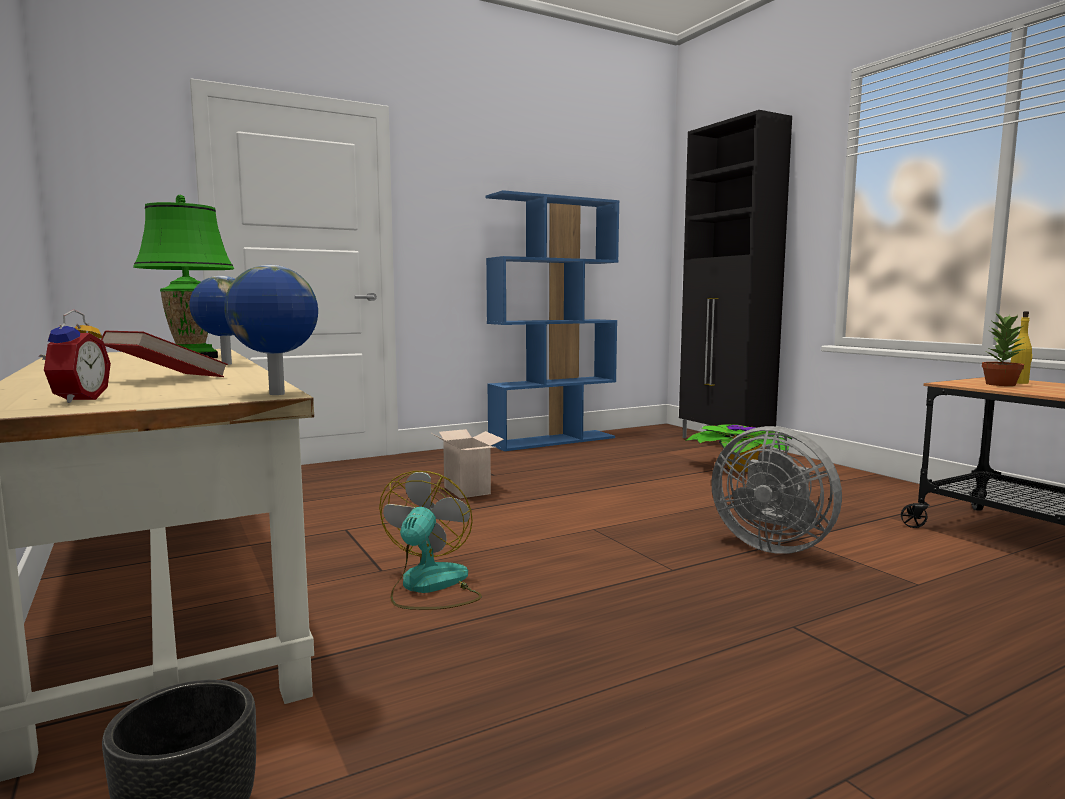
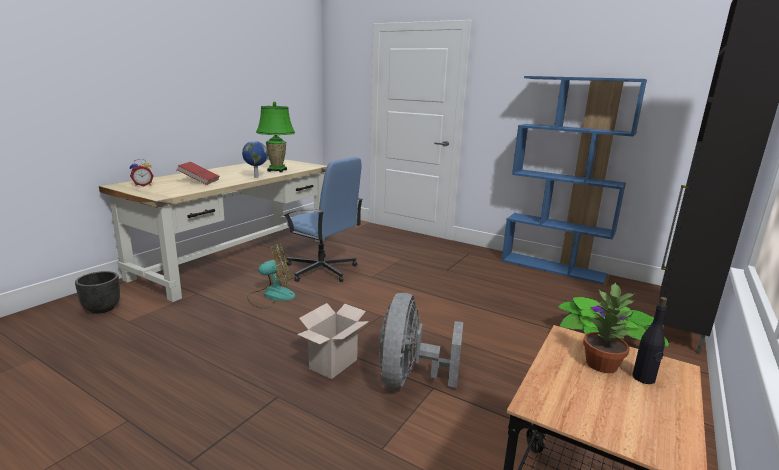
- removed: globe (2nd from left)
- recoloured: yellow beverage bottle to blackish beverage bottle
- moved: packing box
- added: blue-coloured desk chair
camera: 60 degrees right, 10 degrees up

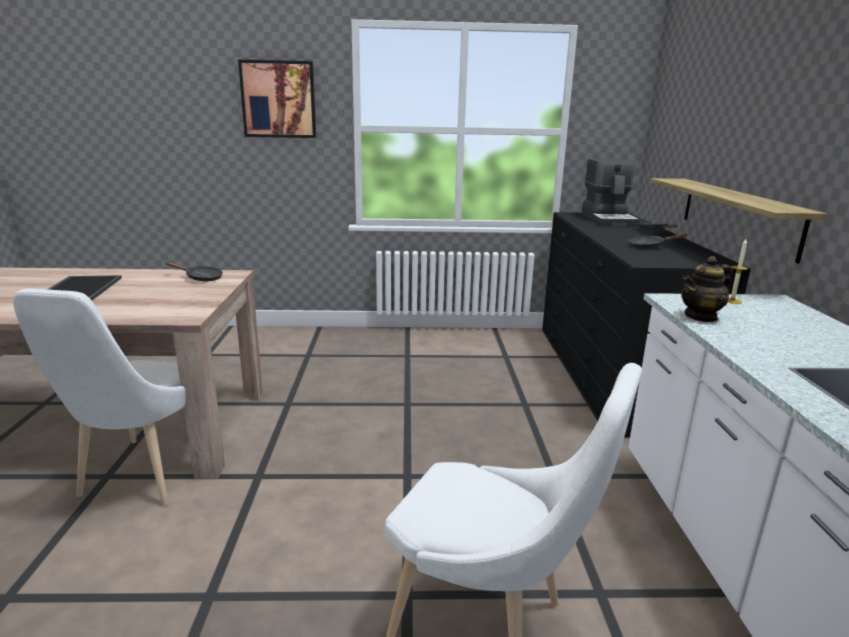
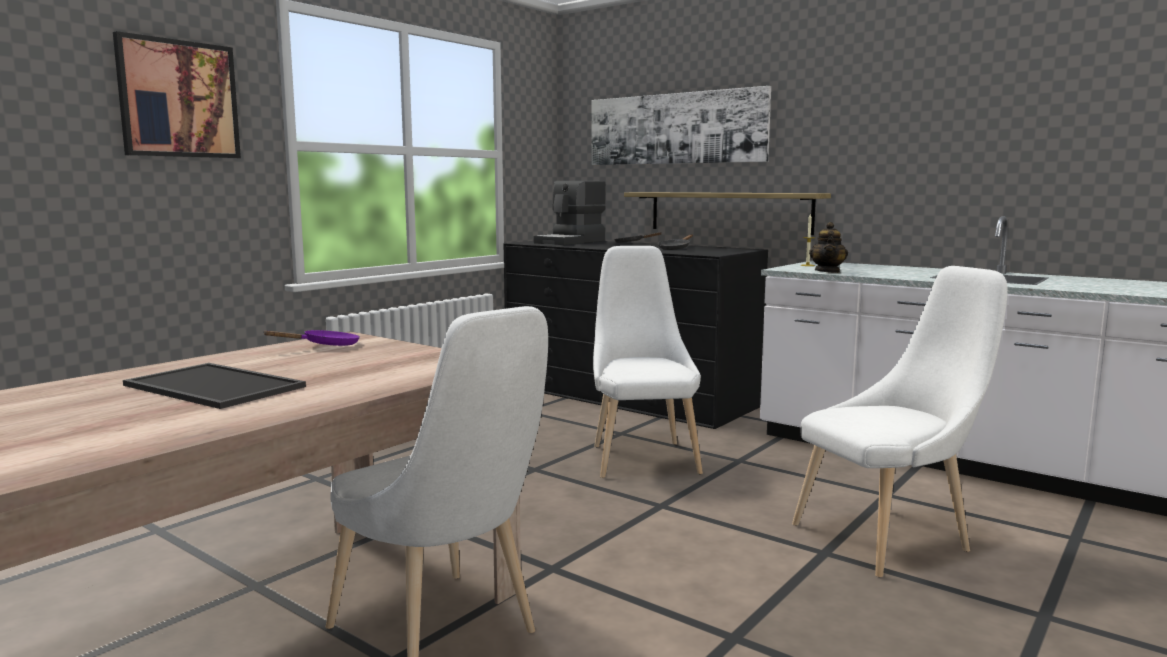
- turned: coffee maker 90 degrees clockwise
- recoloured: blackish pan (1st from left) to purplish pan
- added: picture (2nd from left)
- added: white chair (2nd from left)
camera: 50 degrees left, 10 degrees down

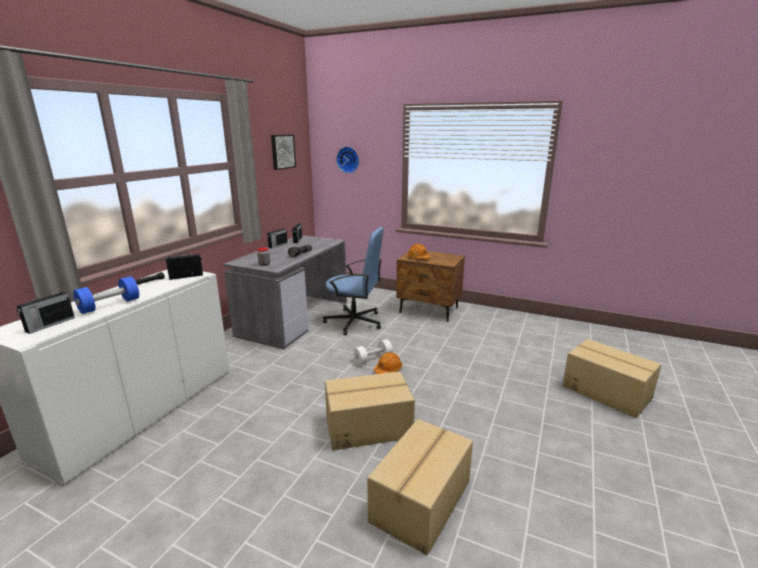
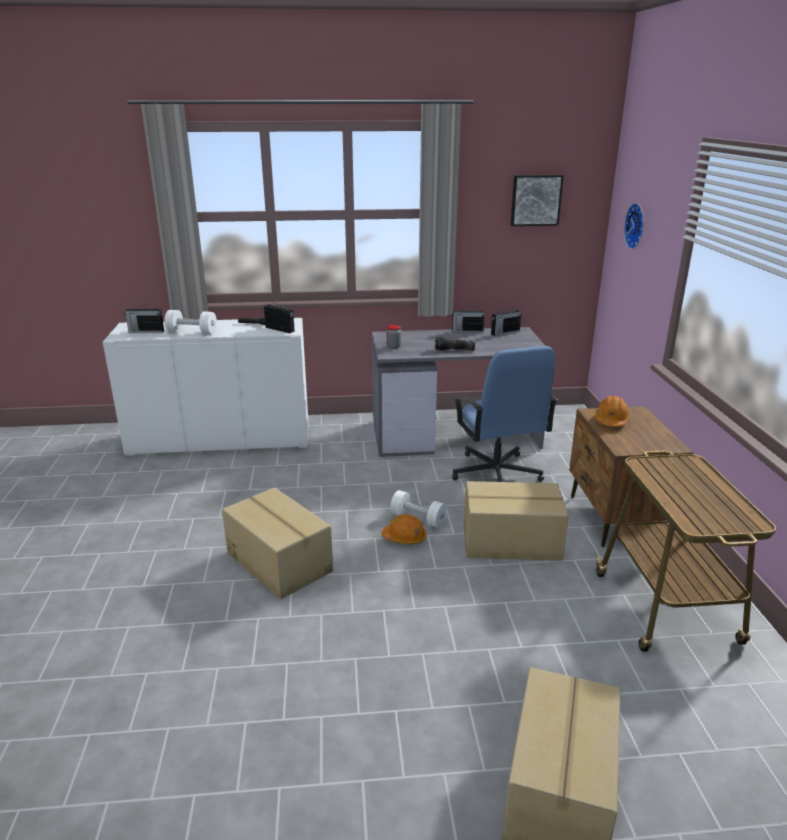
- recoloured: blue-coloured hand weight to white hand weight (1st from left)
- moved: packing box (2nd from left)
- added: cart
camera: 60 degrees right, 5 degrees up

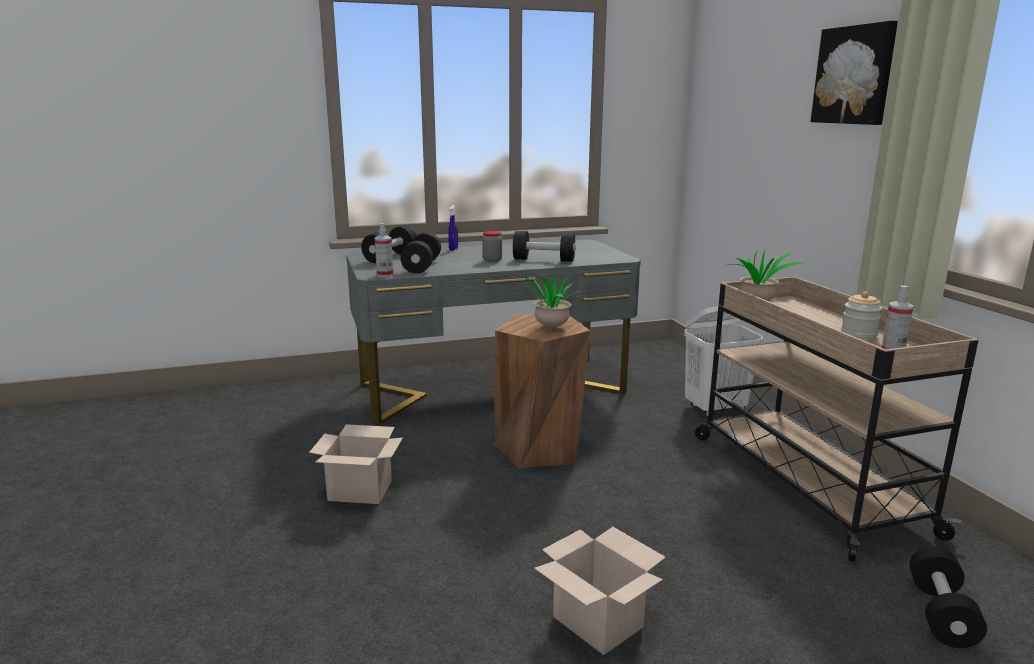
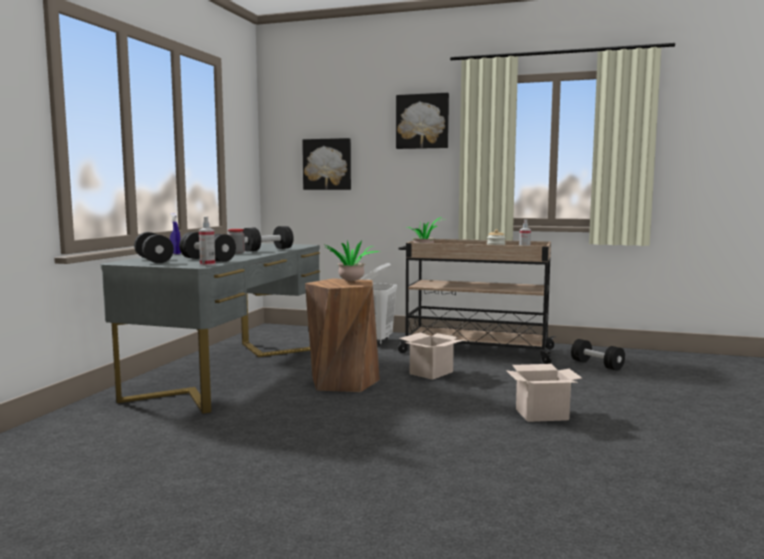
- moved: packing box (1st from left)
- added: picture (1st from left)
camera: 55 degrees left, 10 degrees down

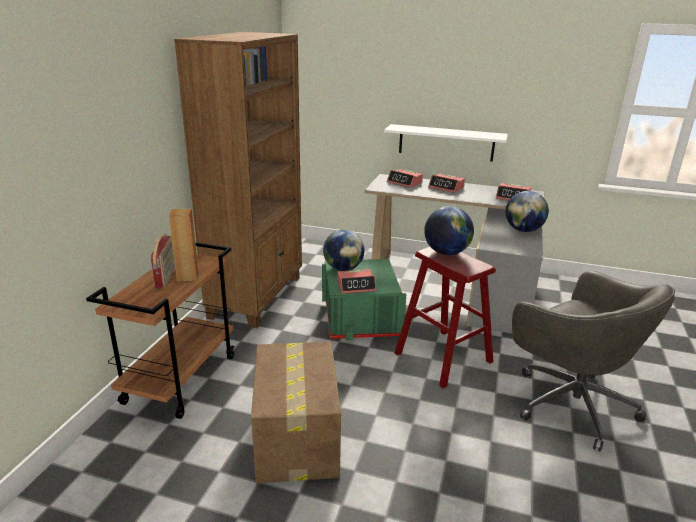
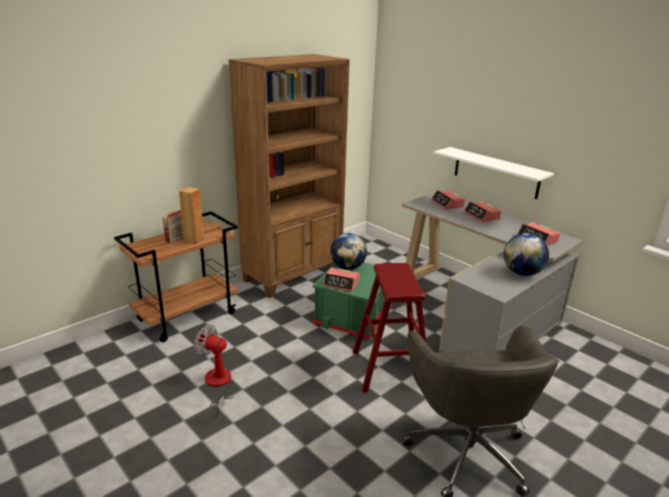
- removed: globe (2nd from left)
- replaced: packing box to cooling fan
camera: 30 degrees right, 0 degrees up

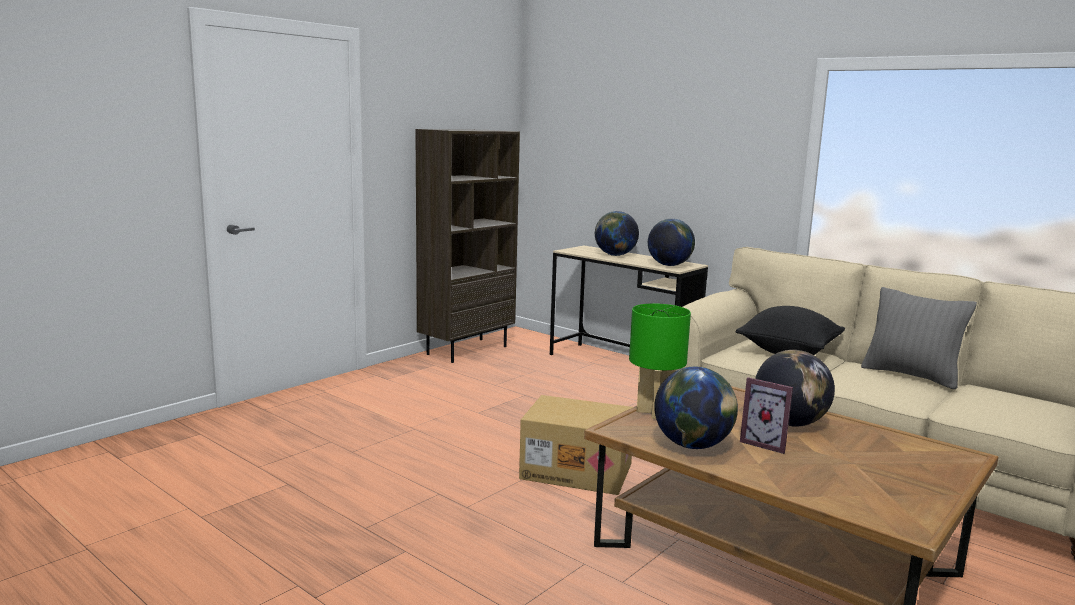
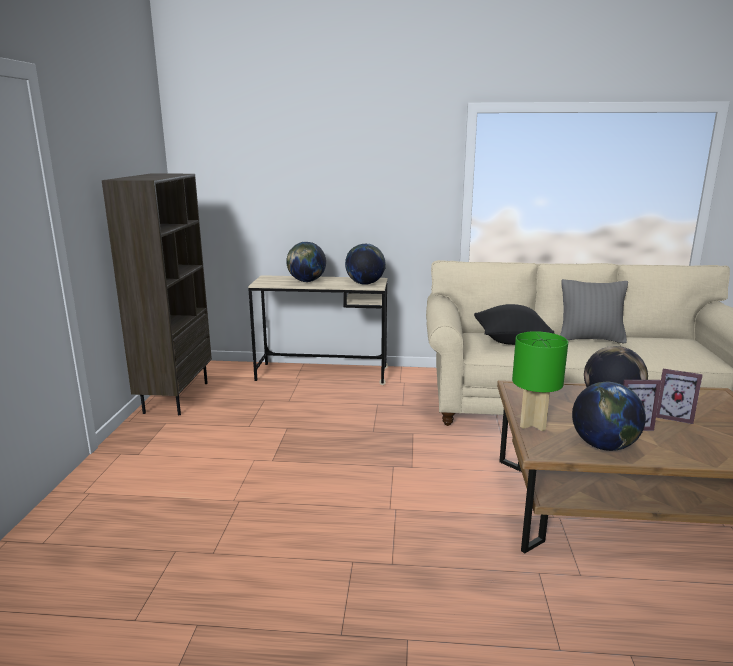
- removed: packing box
- added: picture frame (2nd from left)
camera: 35 degrees left, 5 degrees up

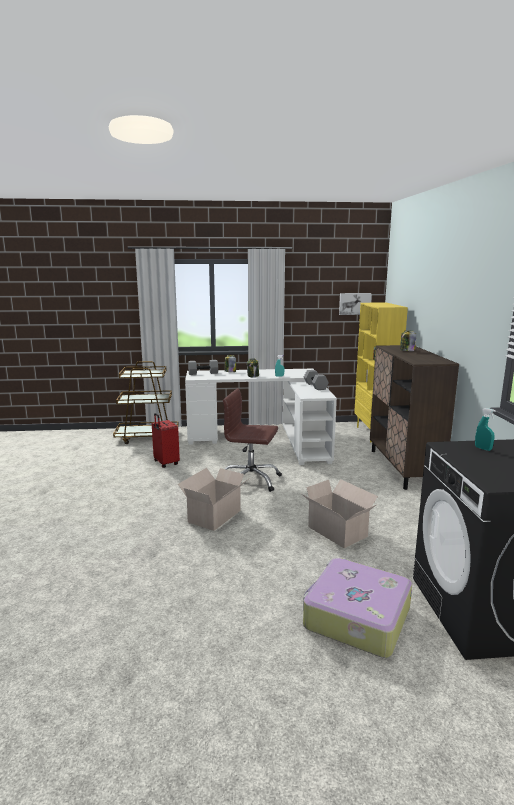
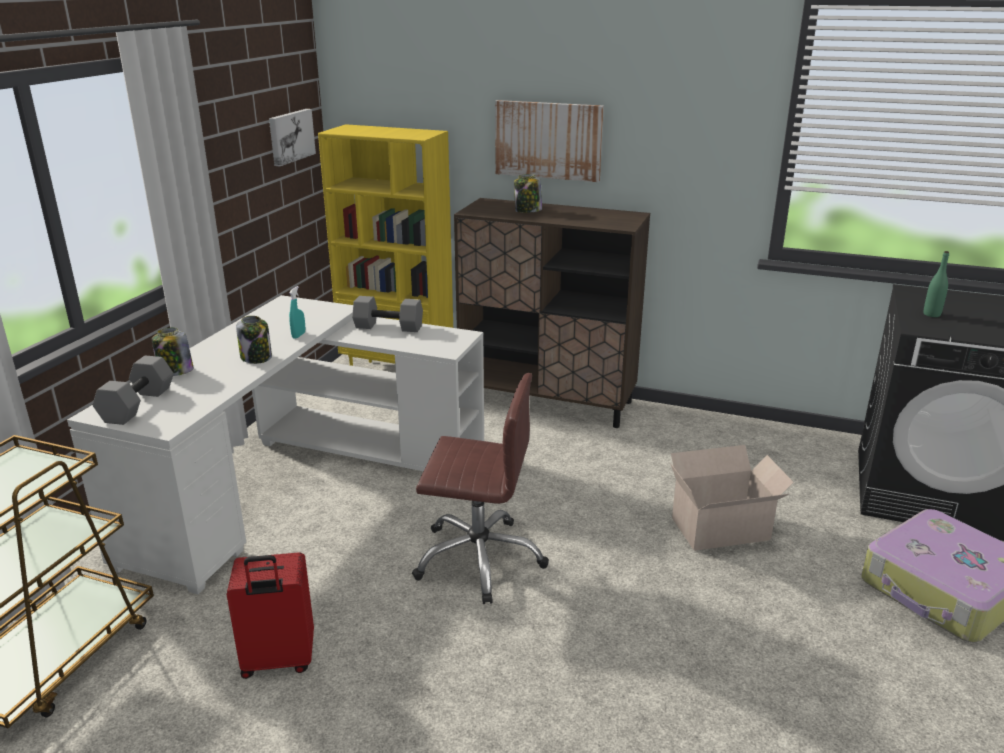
- turned: brownish desk chair 120 degrees counterclockwise
- replaced: turquoise spray bottle (2nd from left) to green beverage bottle
- removed: packing box (1st from left)
- added: picture (2nd from left)
camera: 65 degrees left, 10 degrees up

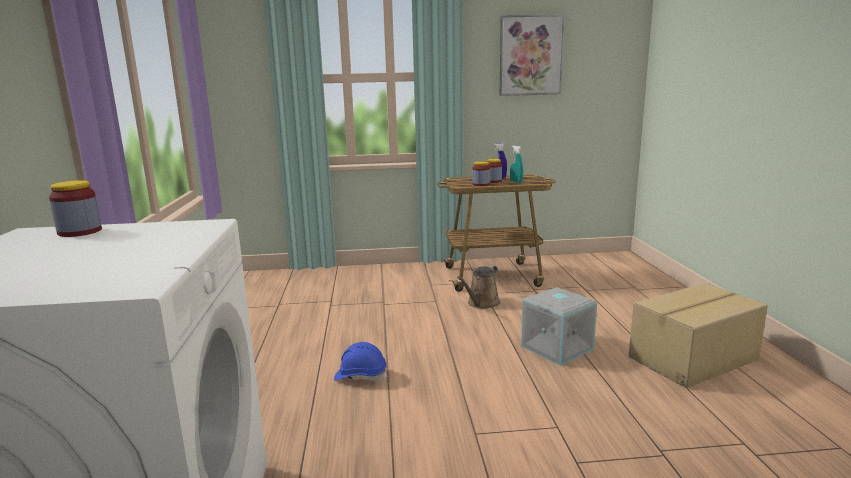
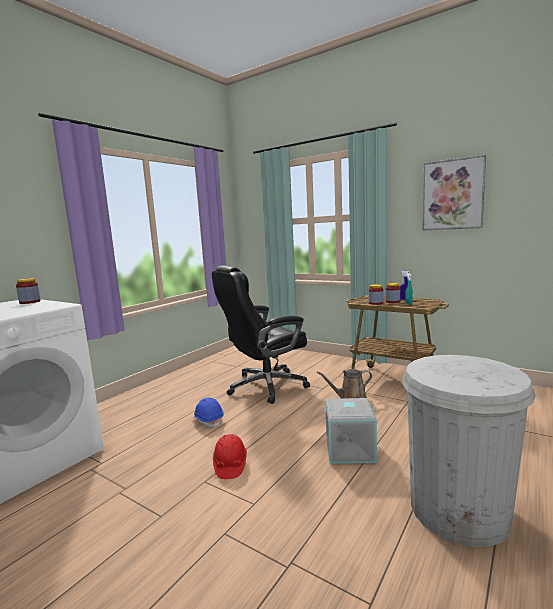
- replaced: packing box to white rubbish bin
- added: blackish desk chair
- added: reddish work helmet
camera: 40 degrees right, 5 degrees down

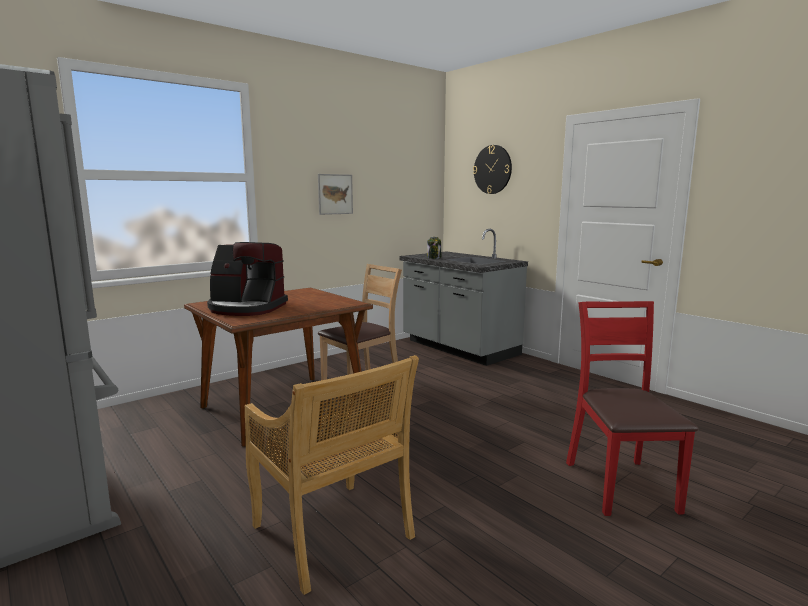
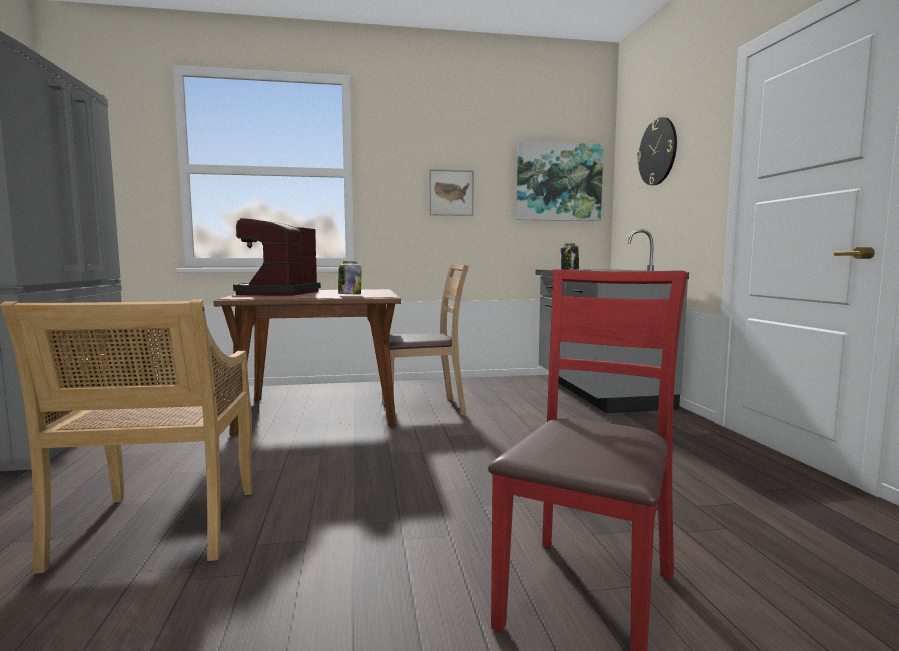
- turned: coffee maker 60 degrees clockwise
- added: picture (2nd from left)
- added: storage jar (1st from left)
camera: 30 degrees right, 5 degrees down

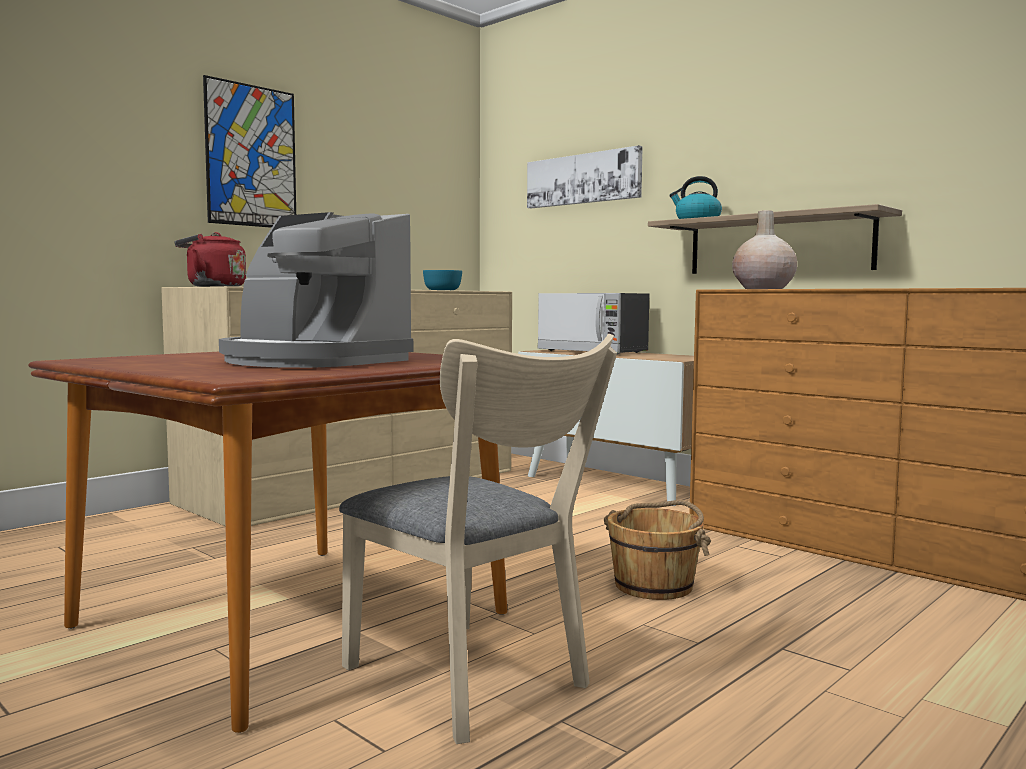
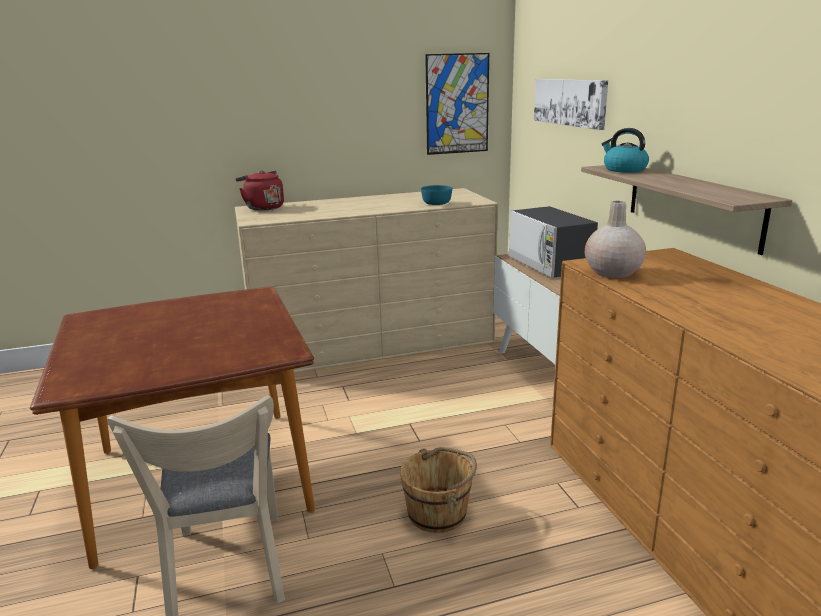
- moved: picture (1st from left)
- removed: coffee maker
camera: 30 degrees right, 15 degrees up

